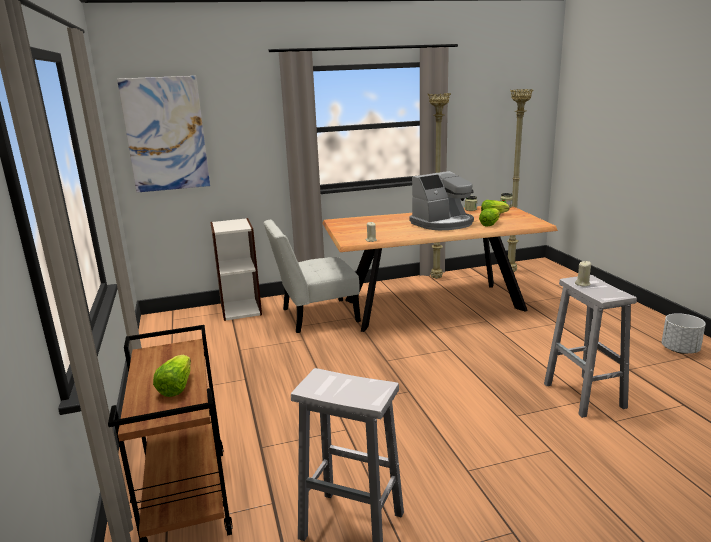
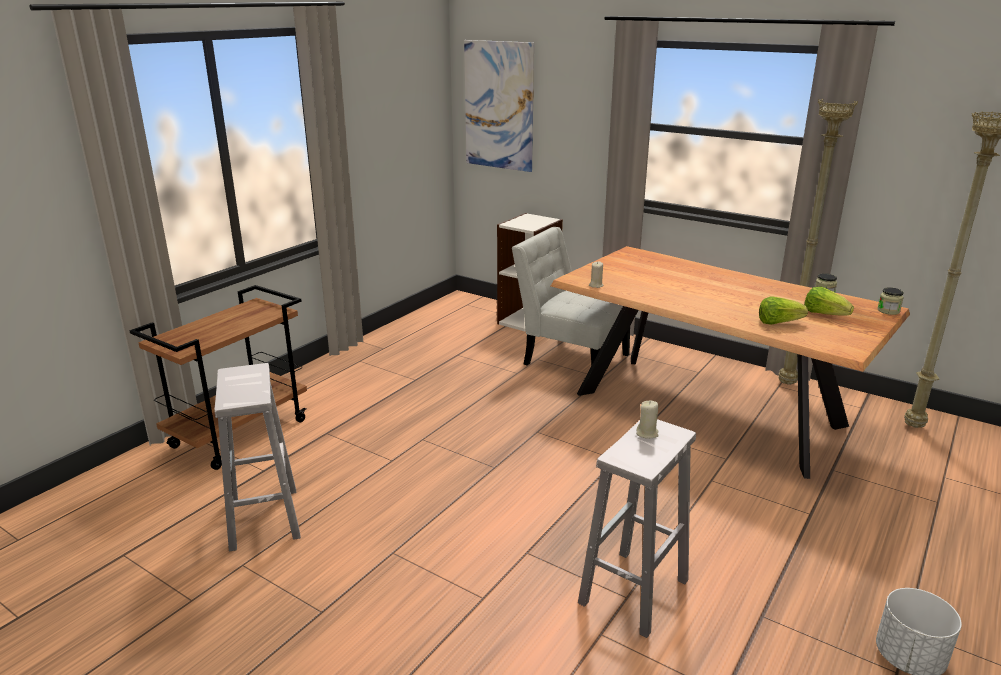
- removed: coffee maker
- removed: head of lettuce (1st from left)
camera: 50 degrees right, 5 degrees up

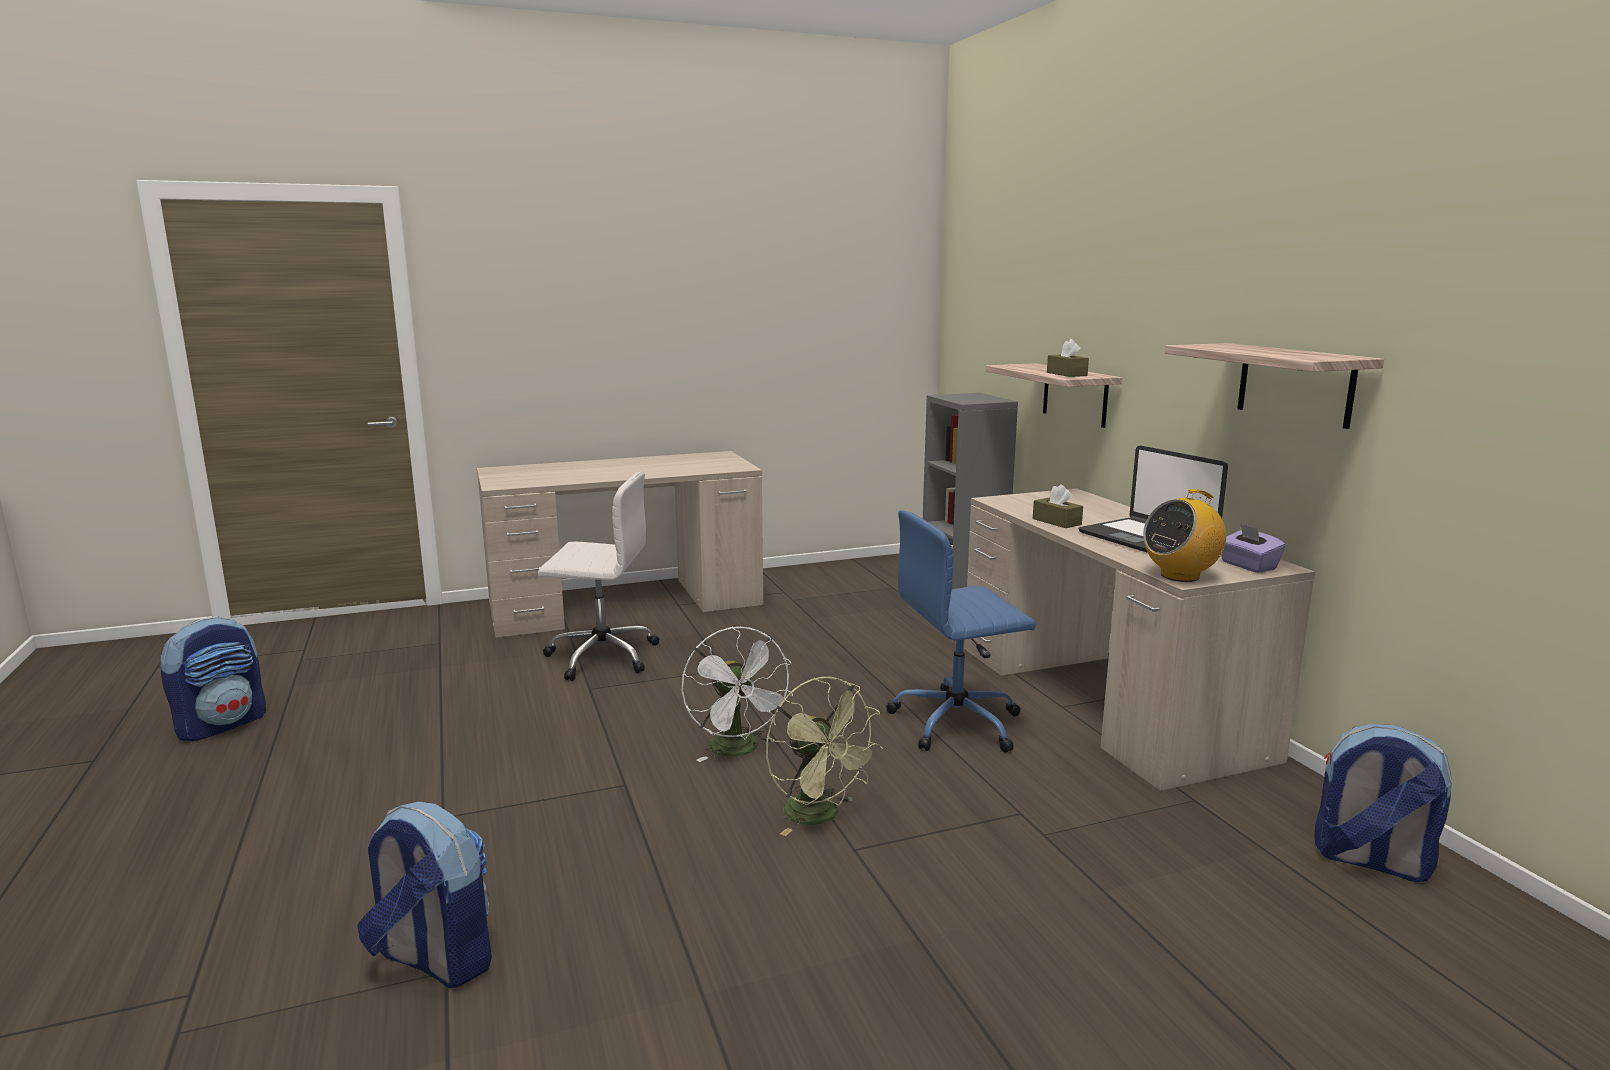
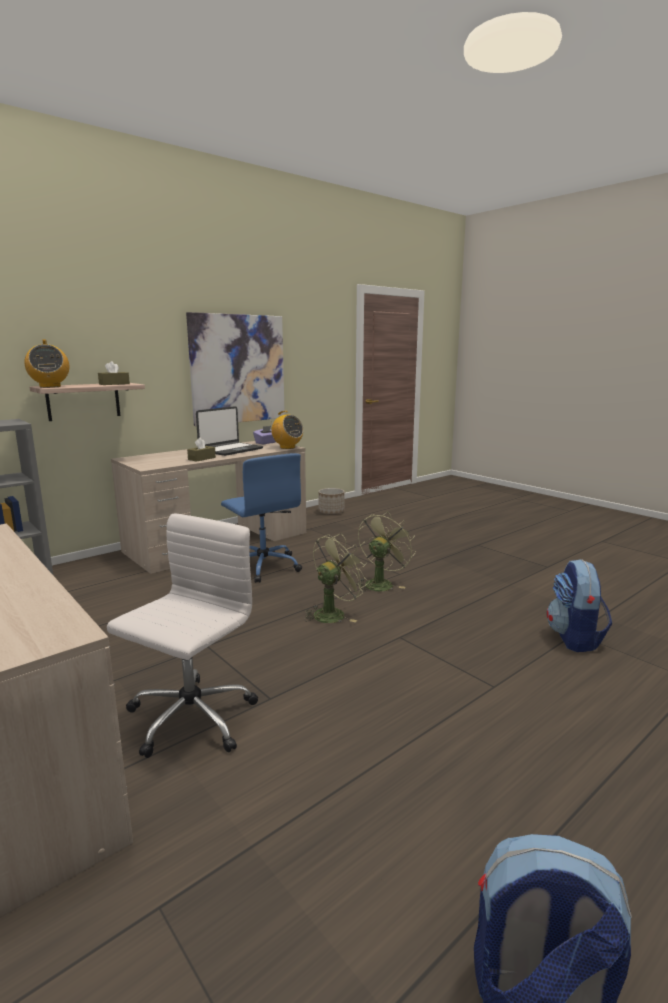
- replaced: wall shelf (2nd from left) to picture
- turned: white desk chair 45 degrees clockwise
- recoloured: white cooling fan to green cooling fan (1st from left)
- replaced: rucksack (3rd from left) to flower pot
- added: radio receiver (1st from left)
camera: 110 degrees left, 0 degrees up

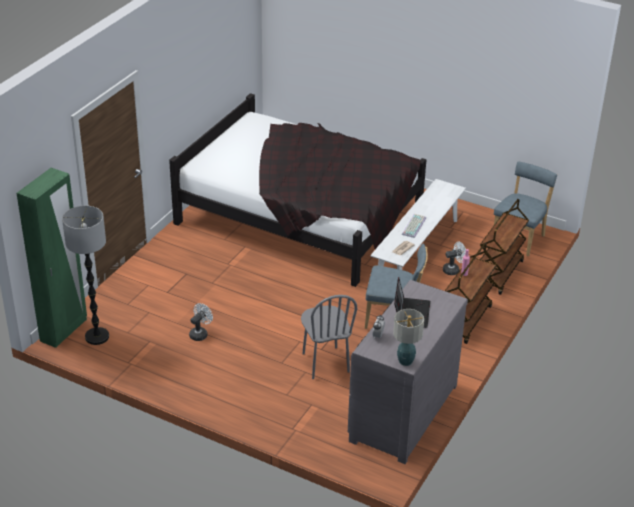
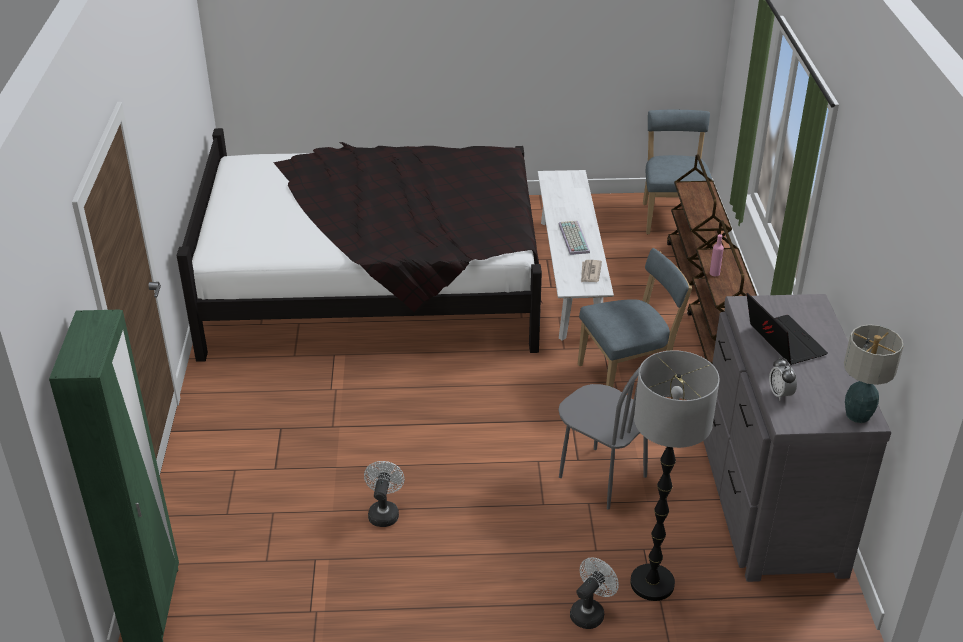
- moved: floor lamp
- moved: white cooling fan (2nd from left)
camera: 30 degrees left, 0 degrees up

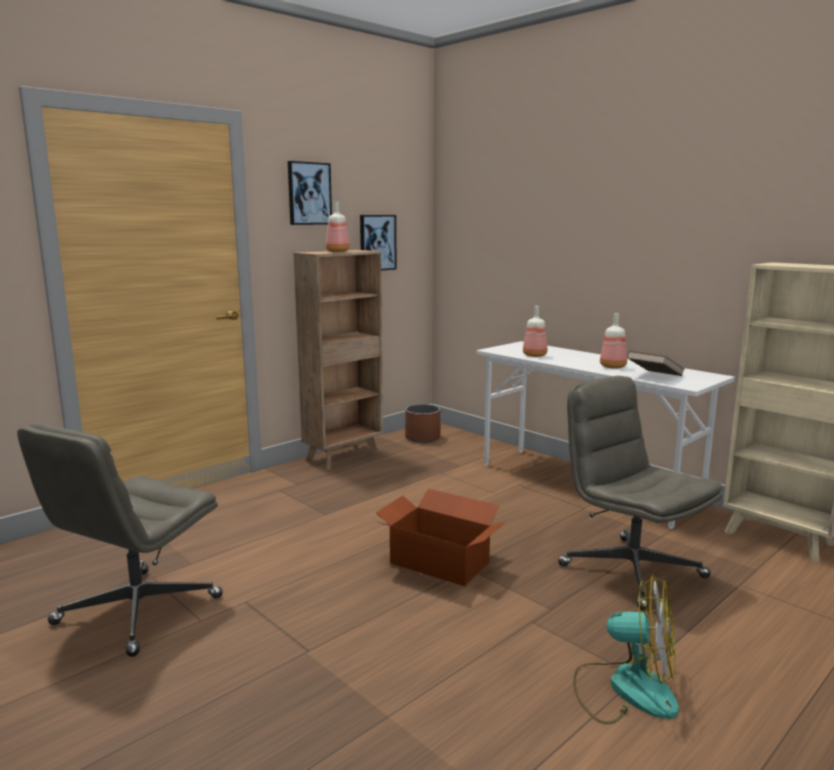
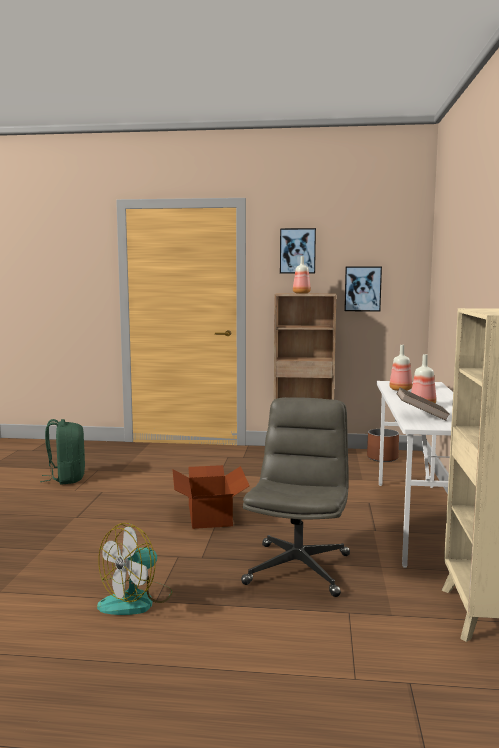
- replaced: gray desk chair (1st from left) to green rucksack
- turned: cooling fan 60 degrees clockwise
camera: 50 degrees right, 5 degrees down

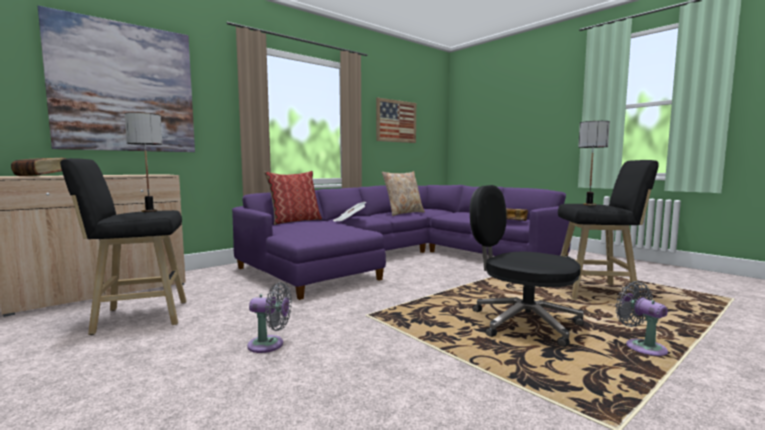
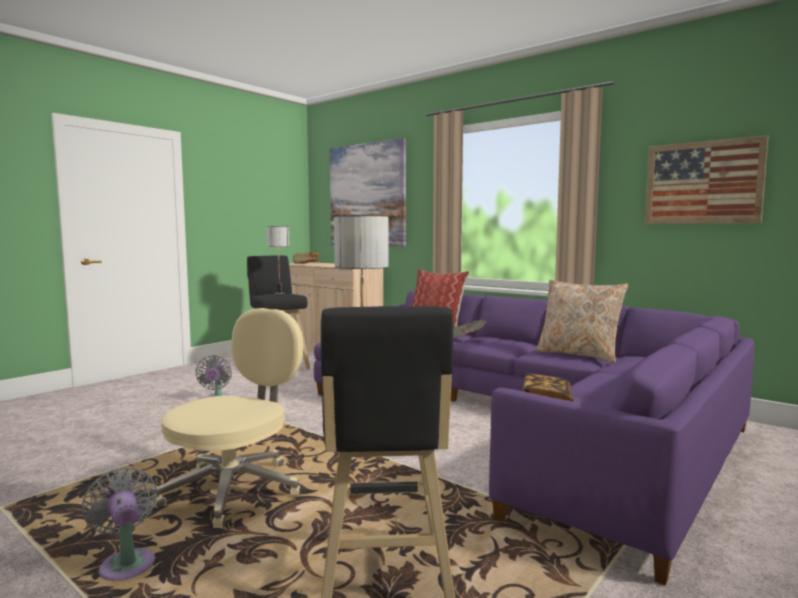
- recoloured: blackish desk chair to sand-coloured desk chair
- turned: gray cooling fan (2nd from left in the first image) 90 degrees counterclockwise
camera: 80 degrees right, 0 degrees up

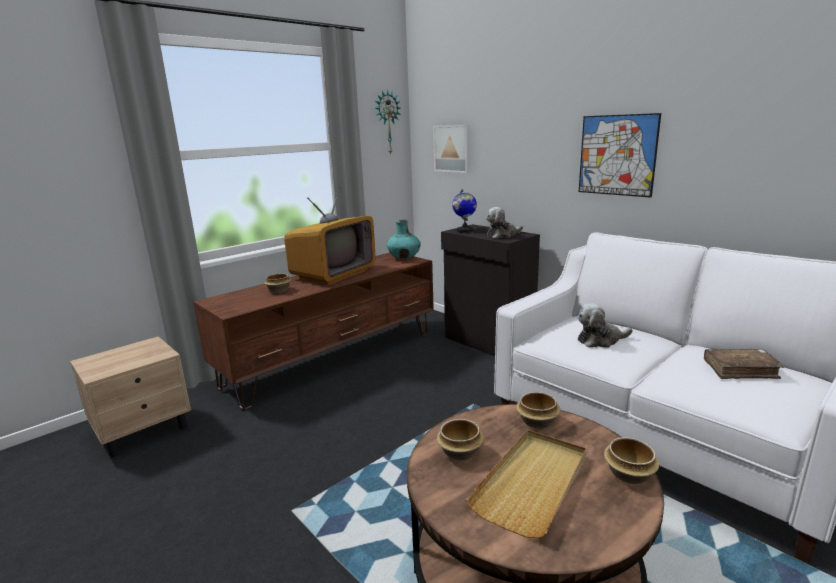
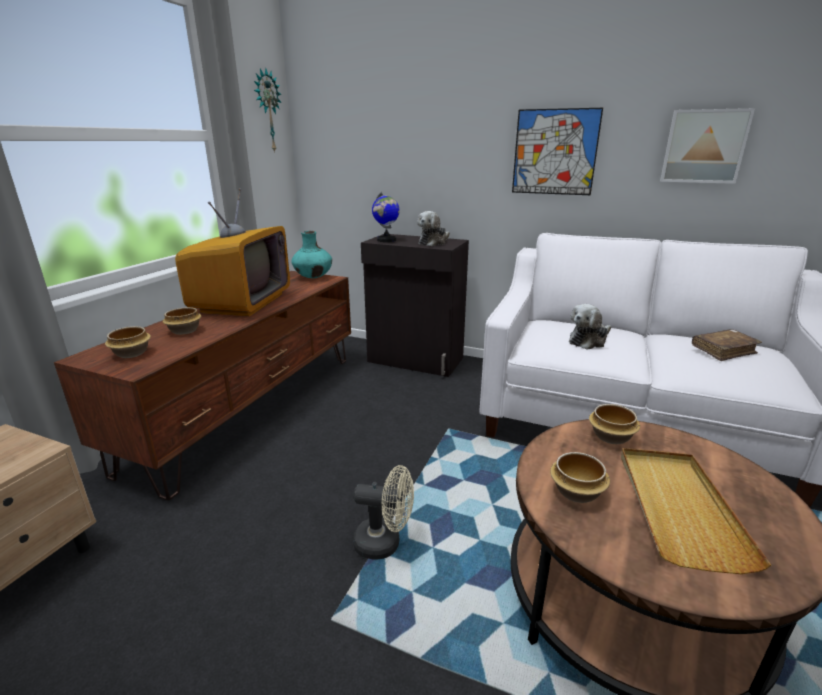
- moved: picture (1st from left in the first image) to picture (2nd from left)
- moved: bowl (4th from left in the first image) to bowl (1st from left)
- added: sand-coloured cooling fan
camera: 25 degrees left, 5 degrees up

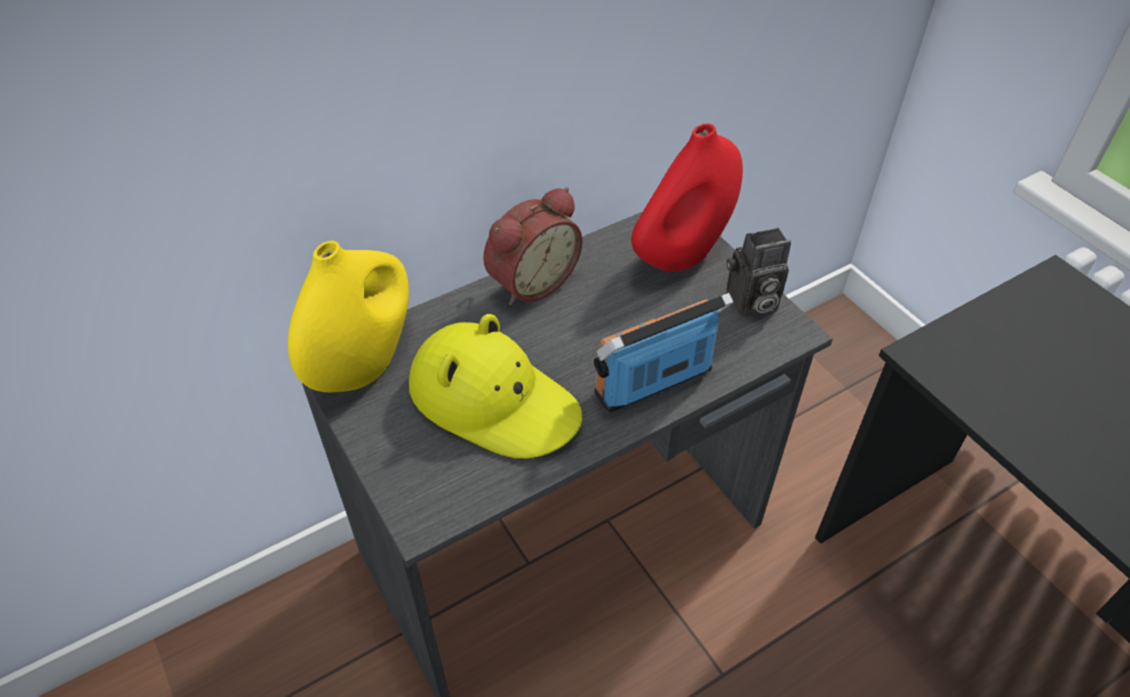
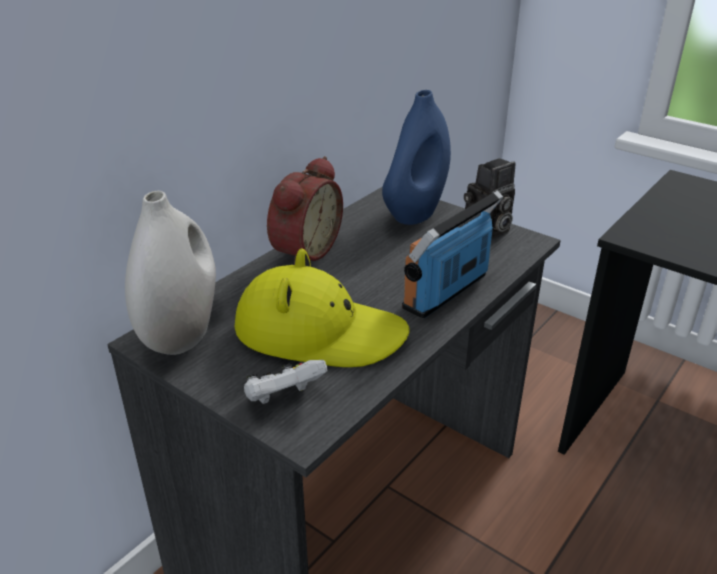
- recoloured: reddish vase to blue-coloured vase
- recoloured: yellow vase to white vase
- added: white gamepad
camera: 20 degrees left, 15 degrees down

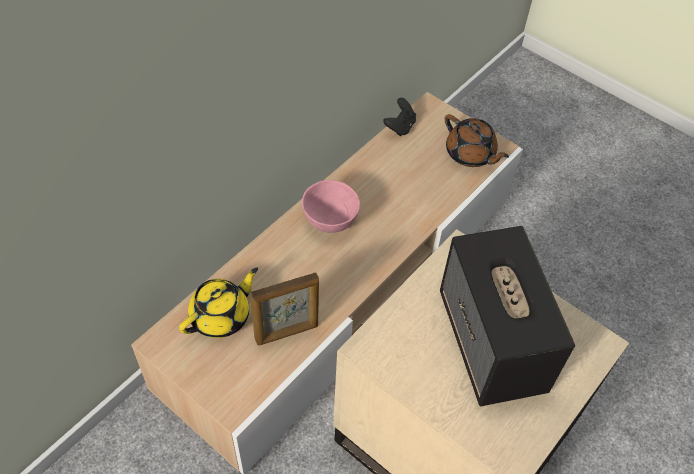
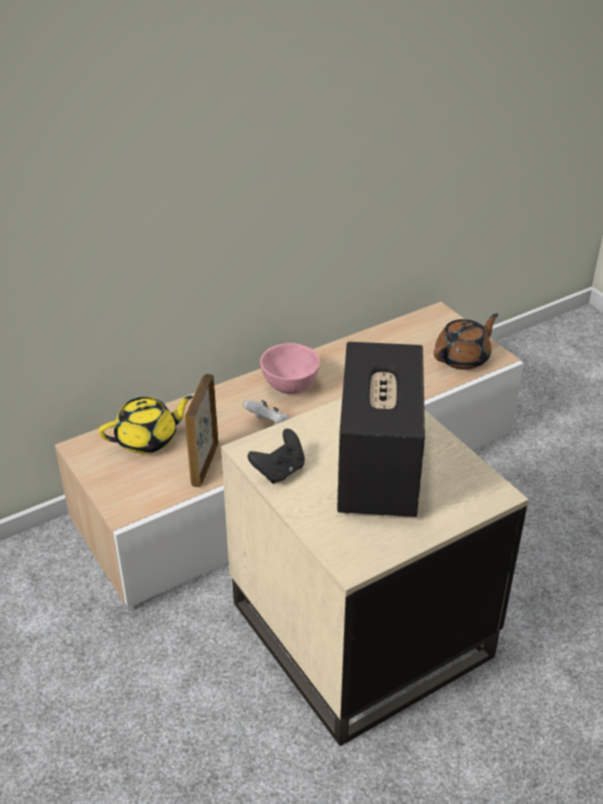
- moved: blackish gamepad
- turned: brownish tea pot 105 degrees counterclockwise
- turned: picture frame 105 degrees clockwise
- added: white gamepad
camera: 20 degrees right, 15 degrees down

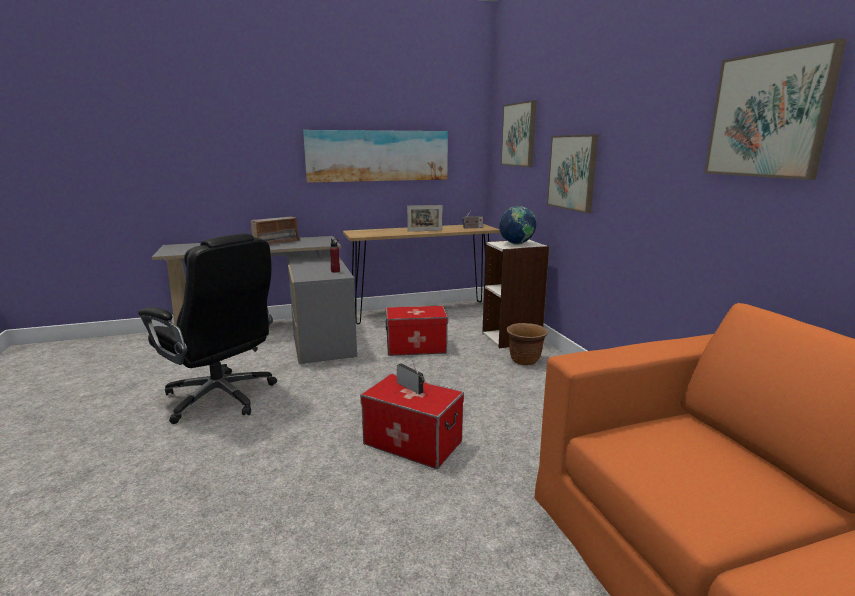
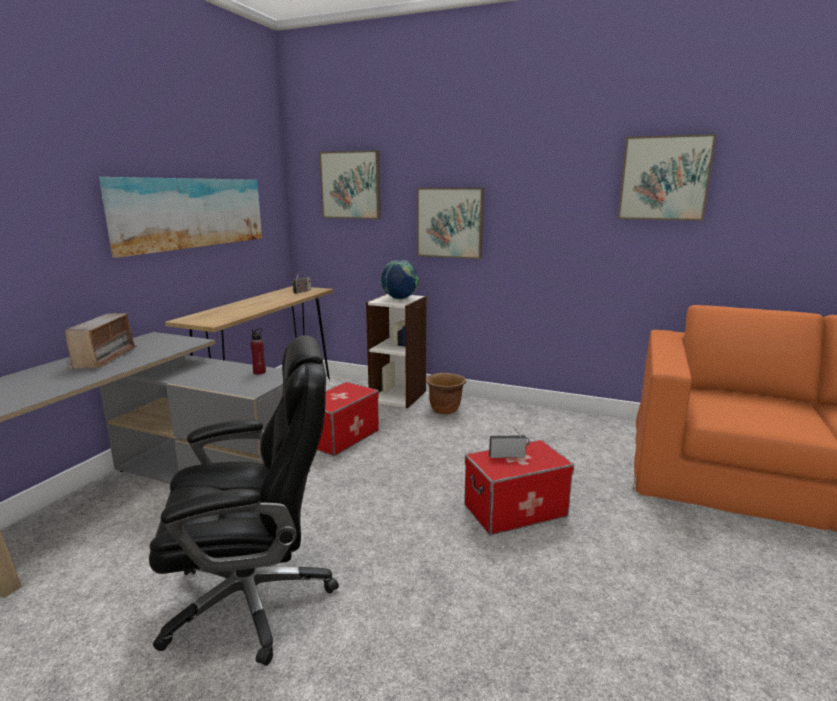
- removed: picture frame
camera: 50 degrees left, 0 degrees up

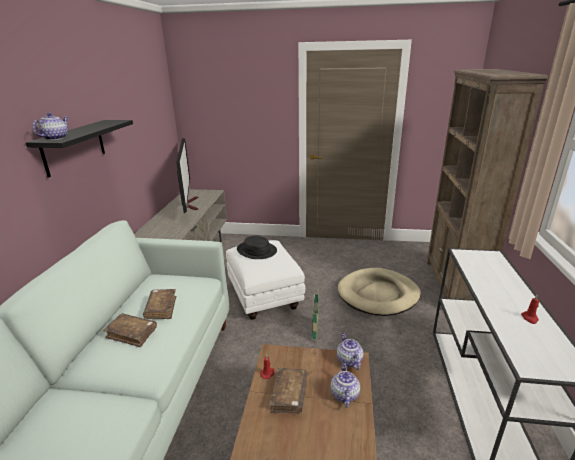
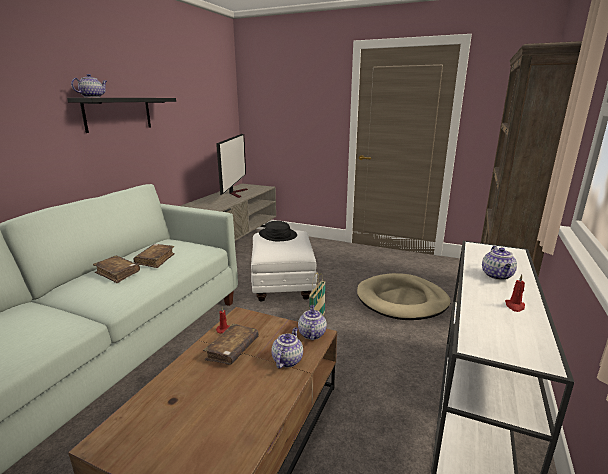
- added: tea pot (4th from left)
camera: 15 degrees right, 5 degrees down

